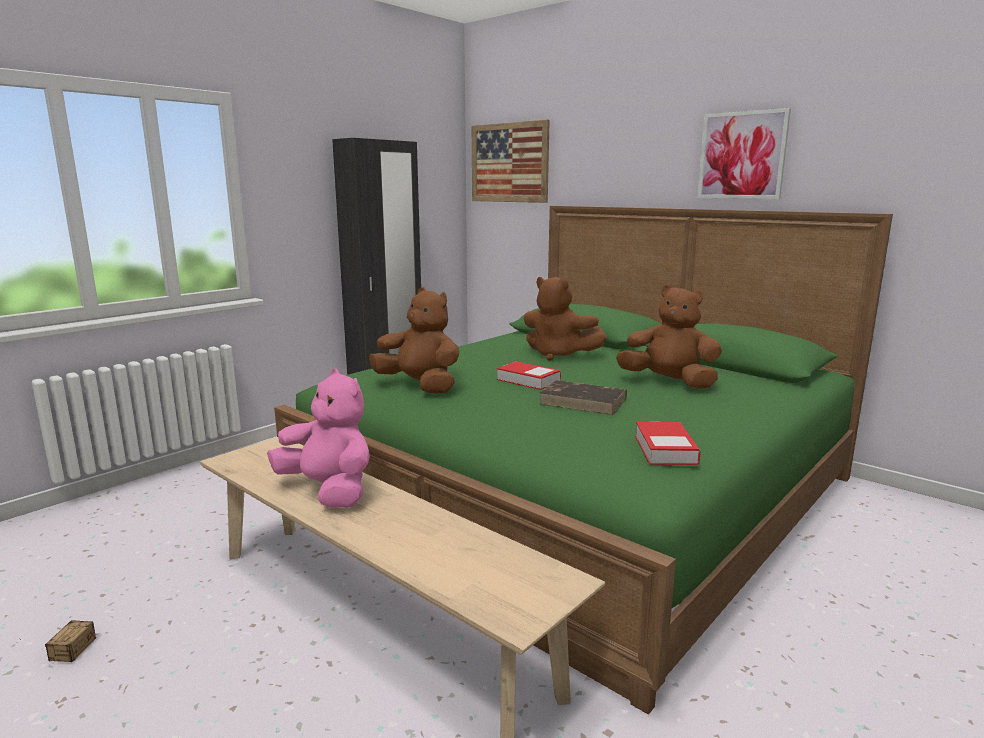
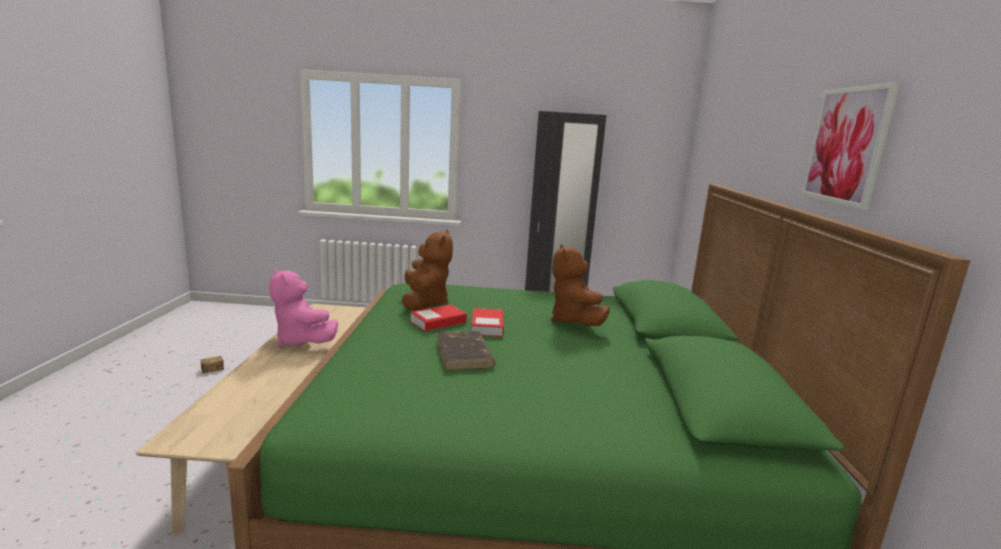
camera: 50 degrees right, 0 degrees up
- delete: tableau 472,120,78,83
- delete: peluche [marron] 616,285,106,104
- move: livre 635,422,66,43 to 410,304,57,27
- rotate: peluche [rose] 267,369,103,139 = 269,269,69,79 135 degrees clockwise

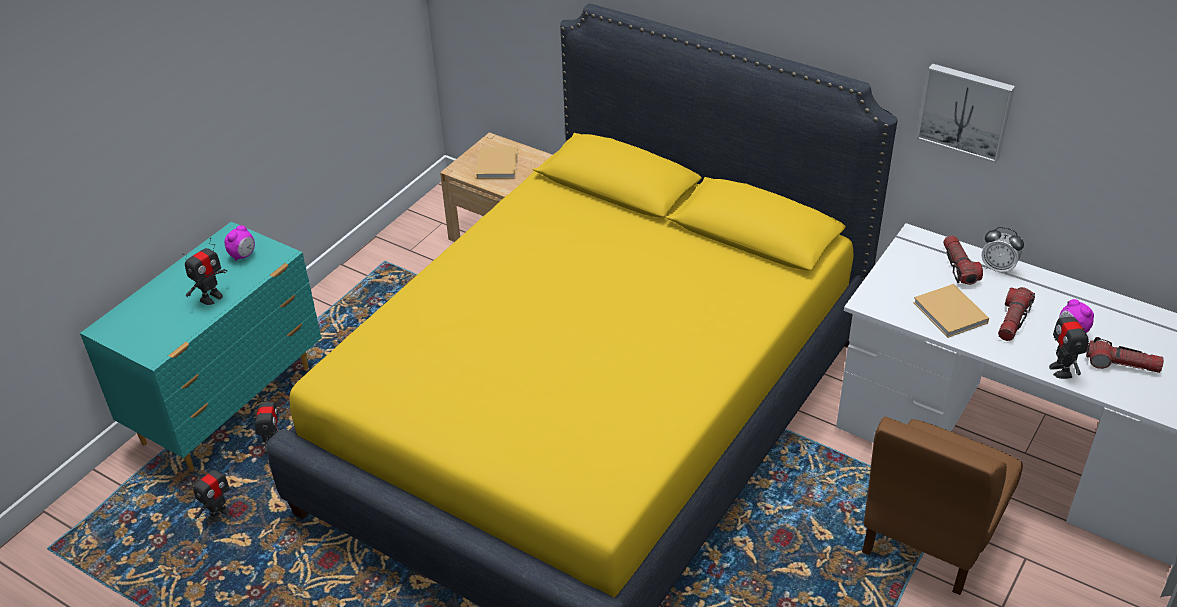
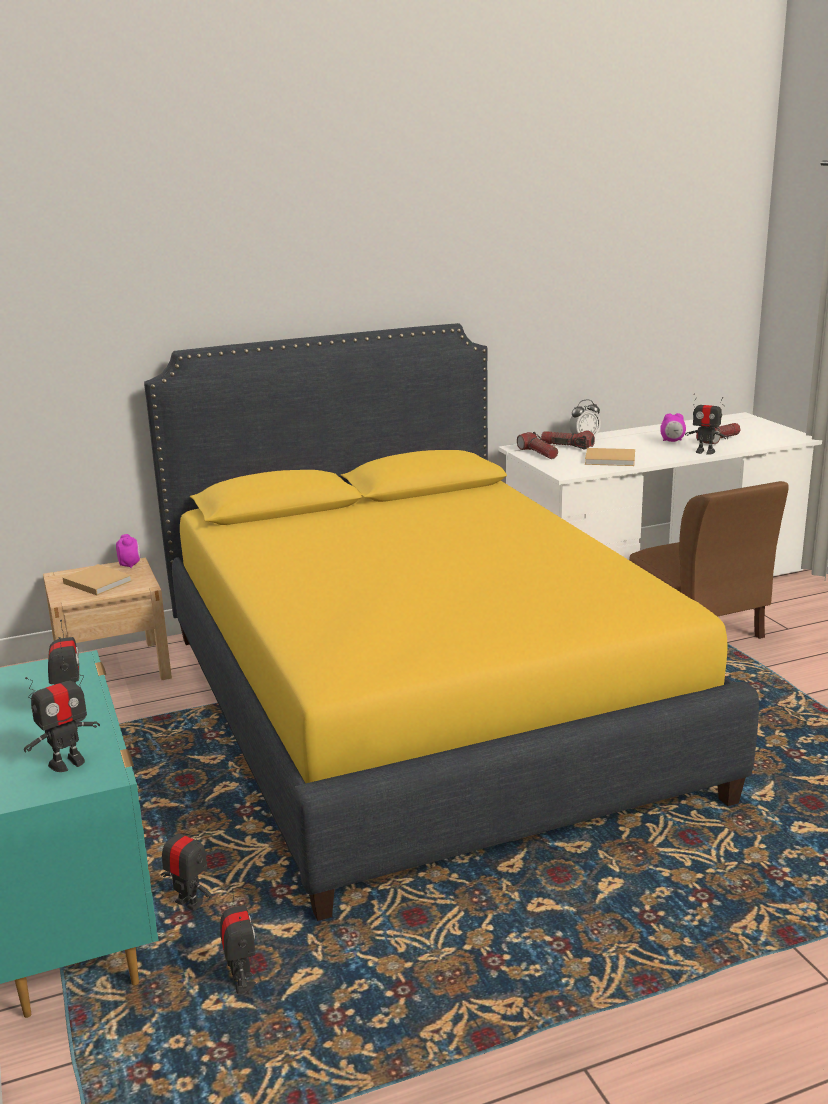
camera: 55 degrees left, 20 degrees down
- delete: tableau 917,63,98,100
- insert: robot jouet 24,663,76,109
- move: réveil 224,225,31,36 to 116,534,24,34
- move: lampe de poche 998,287,37,54 to 517,432,41,27

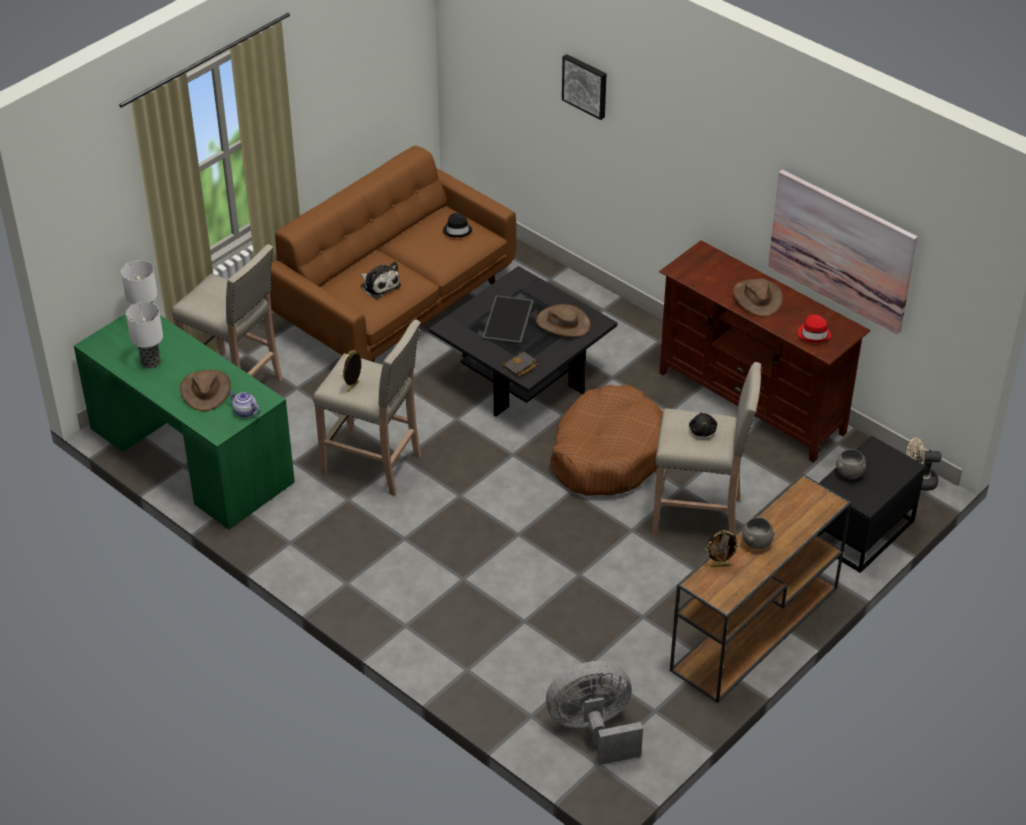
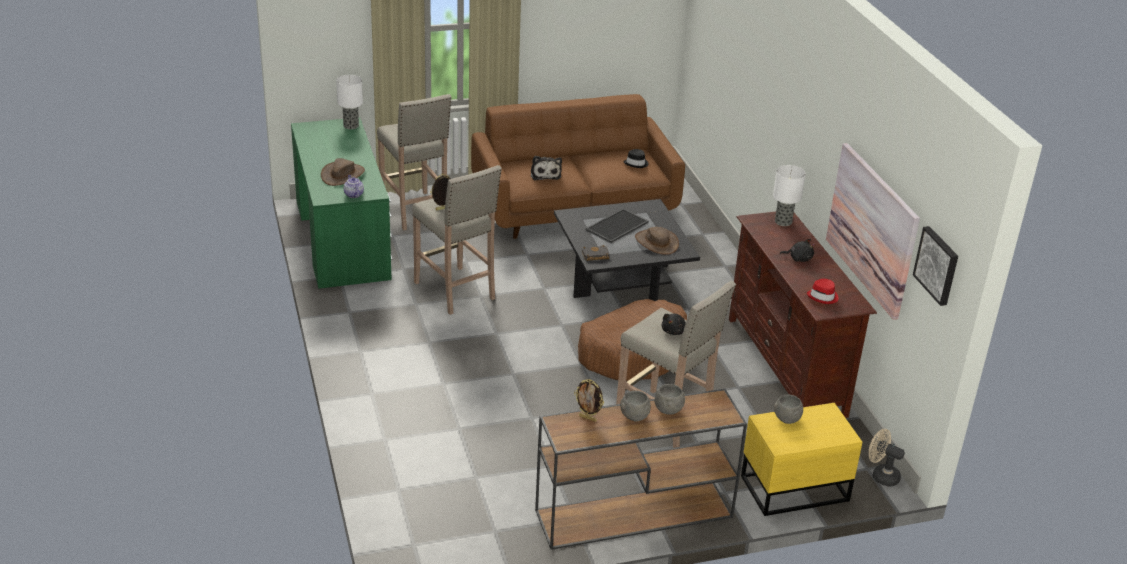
camera: 30 degrees right, 10 degrees down
- delete: ventilateur [gris] 546,661,97,104
- insert: bol [gris] 655,384,30,31
- move: lampe de table 126,302,37,66 to 773,165,33,61
- move: tableau 562,54,44,66 to 913,226,45,80
- replace: chapeau [marron] 733,279,50,38 to peluche [noir] 780,239,35,23
- recolor: table de chevet [noir] 818,436,108,137 to table de chevet [jaune] 741,403,122,113

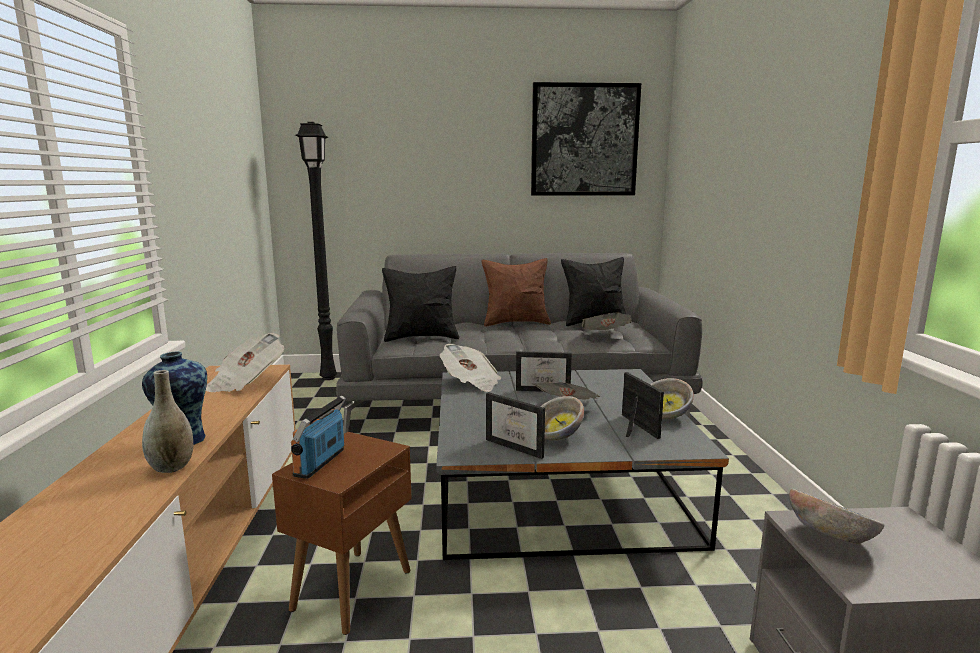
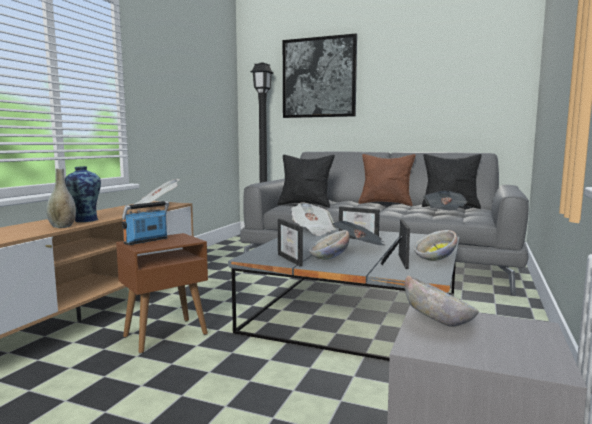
camera: 25 degrees right, 5 degrees down
- move: tableau 531,82,110,114 to 283,34,74,84

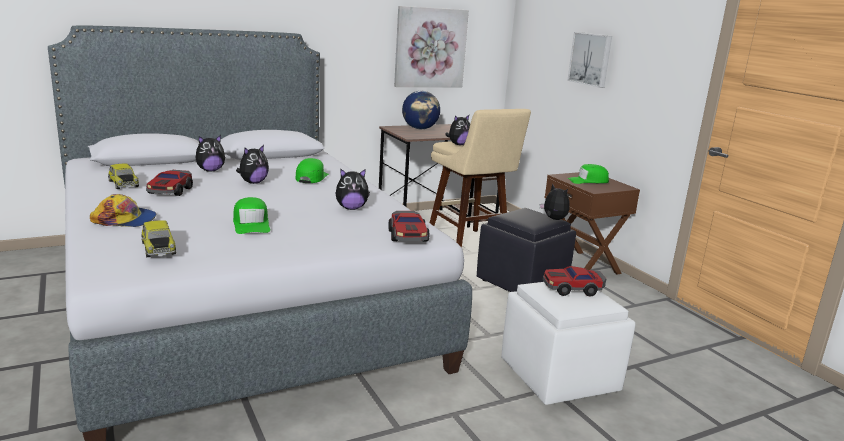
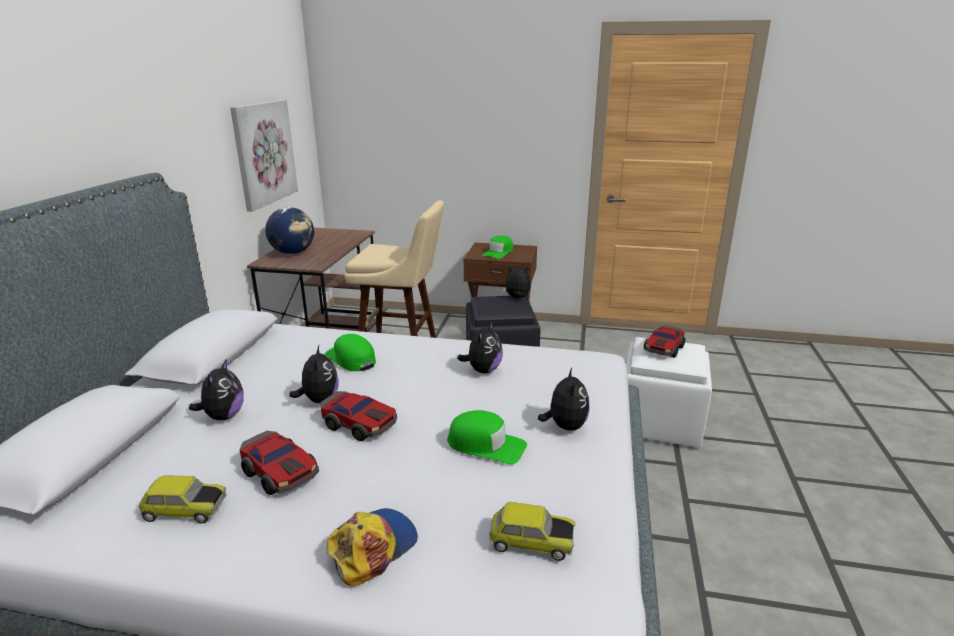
camera: 50 degrees left, 5 degrees up
- delete: tableau 567,32,45,56
- move: petite voiture 388,211,41,31 to 321,391,76,50
- move: peluche 445,115,25,30 to 538,368,52,63

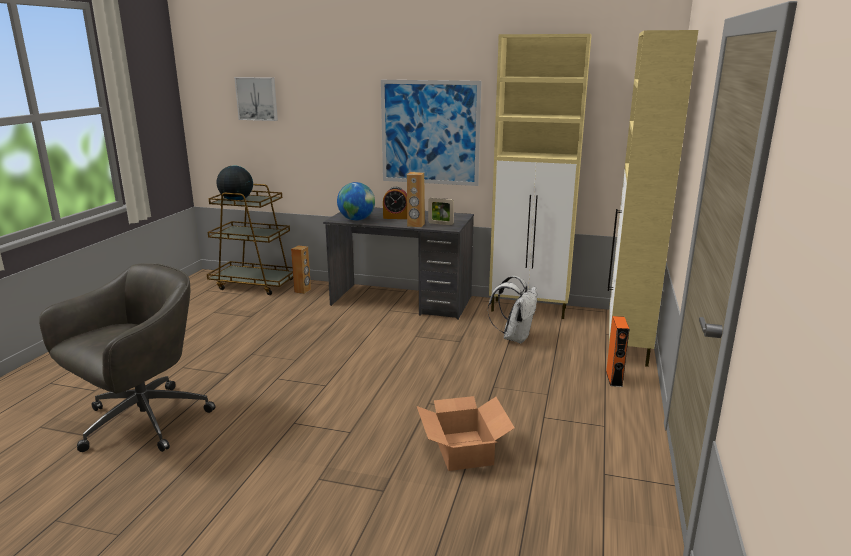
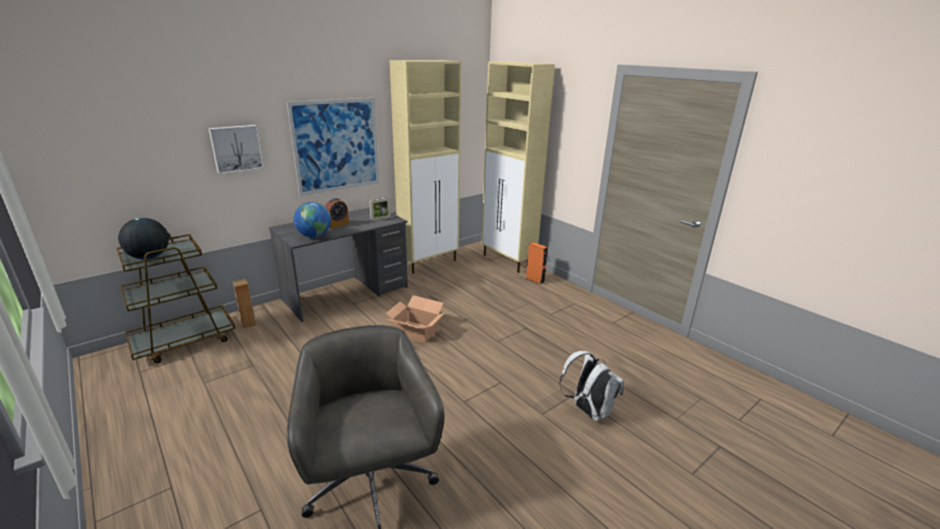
camera: 55 degrees left, 5 degrees up
- delete: enceinte [marron] 407,172,18,55
- move: tableau 234,77,44,44 to 208,125,56,49
- move: carton 417,396,98,75 to 385,295,60,48
- move: sac à dos [blanc] 488,276,49,68 to 559,351,65,70

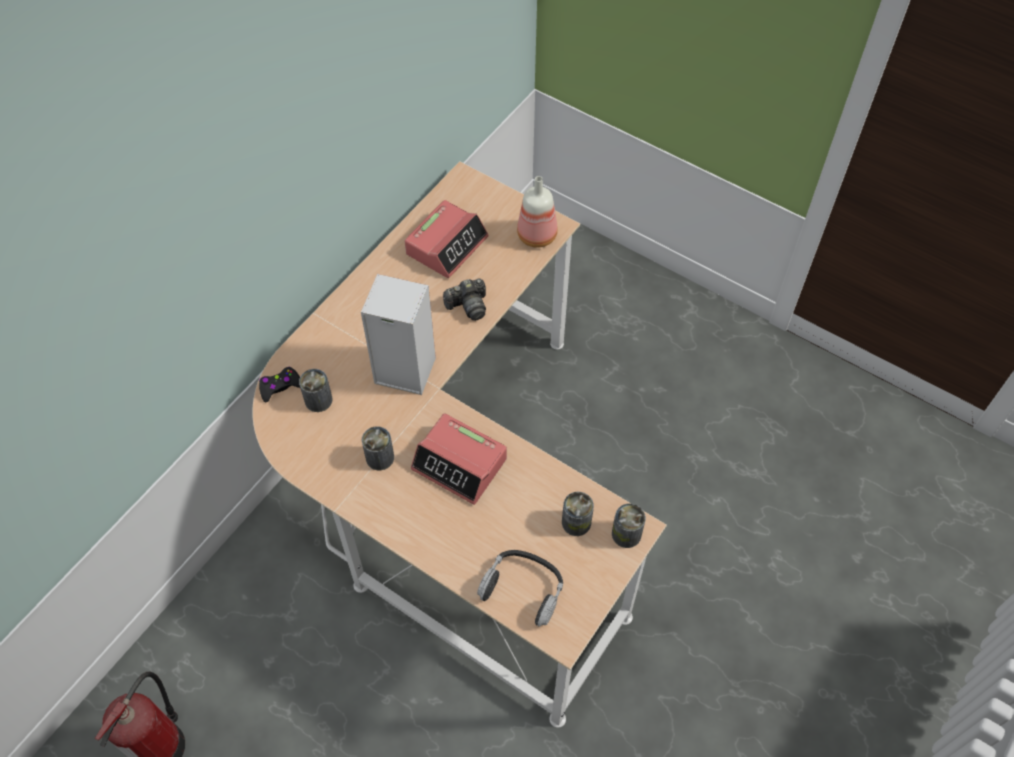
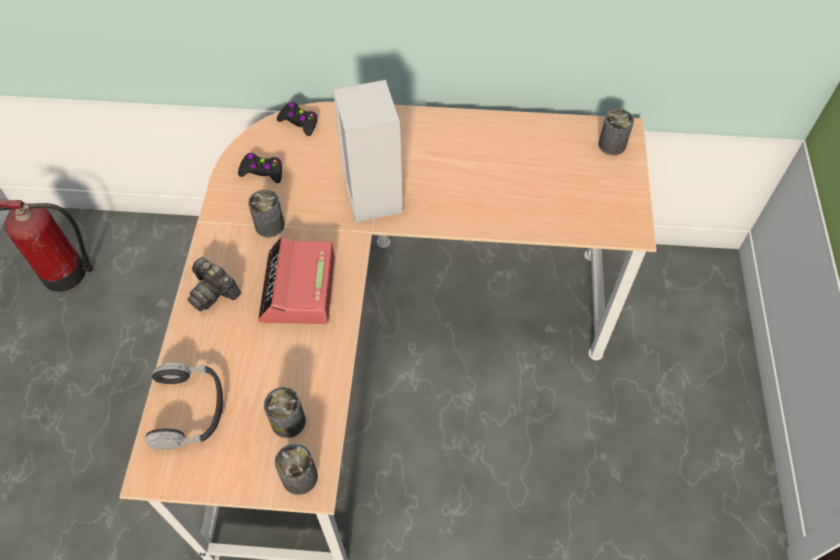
camera: 60 degrees right, 0 degrees up
- delete: réveil 405,200,84,78
- delete: bouteille 517,176,41,72
- insert: manette [noir] 238,153,44,30
- move: boîte métallique 299,369,34,43 to 598,109,36,46
- move: appareil photo 443,279,43,42 to 187,257,54,54

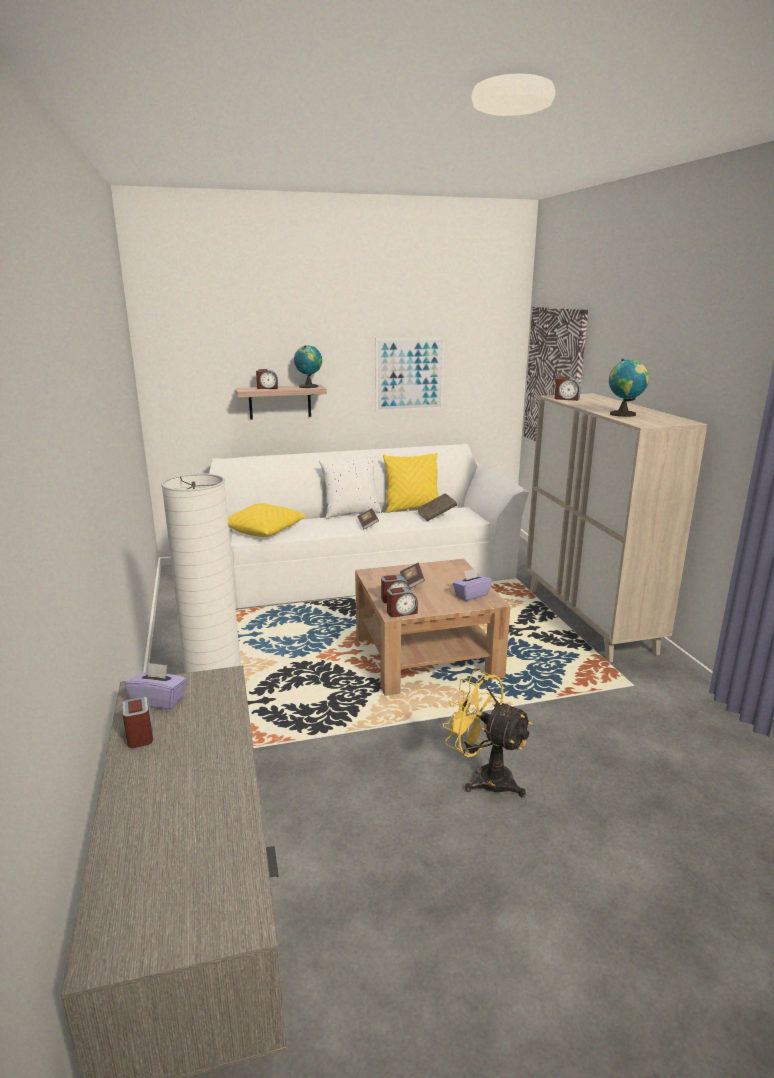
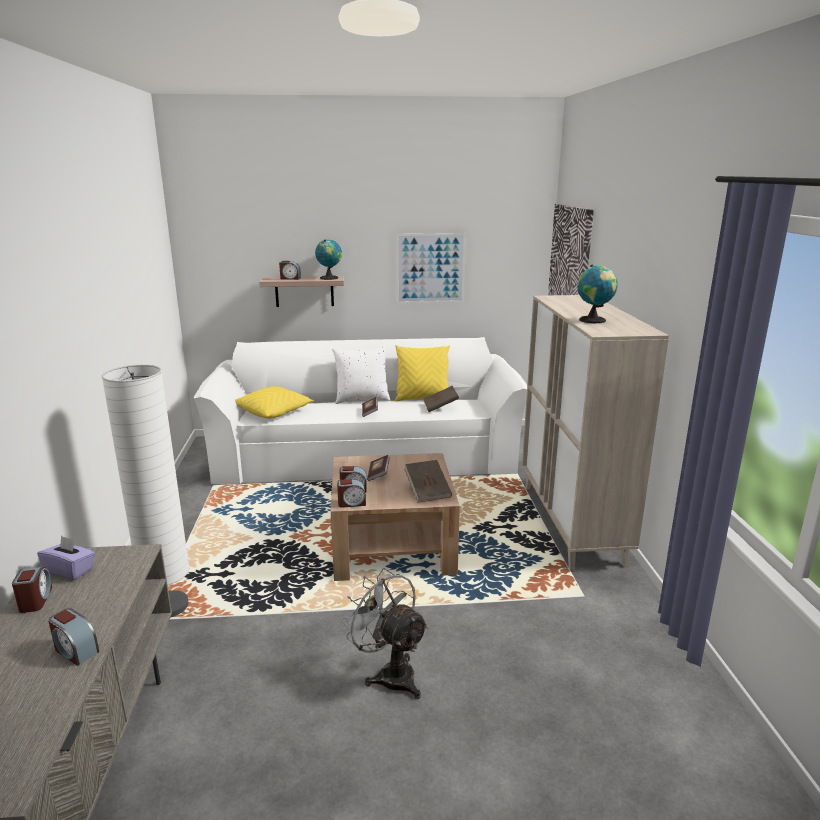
camera: 10 degrees right, 0 degrees up
- move: réveil 554,377,27,24 to 48,608,51,58
- replace: boîte à mouchoirs [violet] 452,568,40,33 to livre [marron] 404,460,48,43
- recolor: ventilateur [jaune] 442,669,90,129 to ventilateur [gris] 341,568,88,131

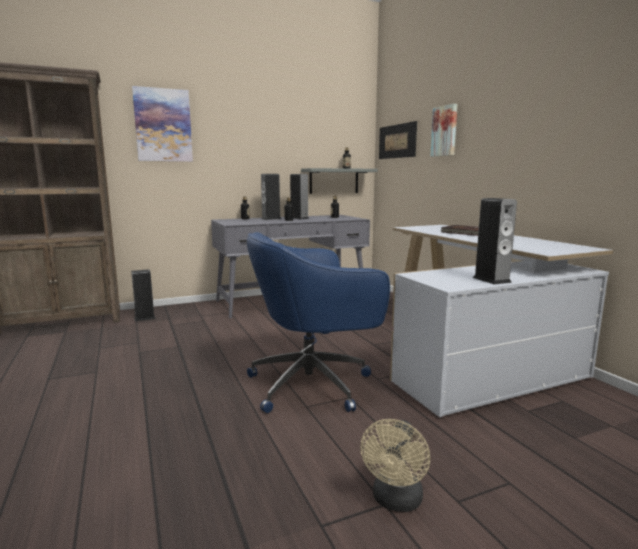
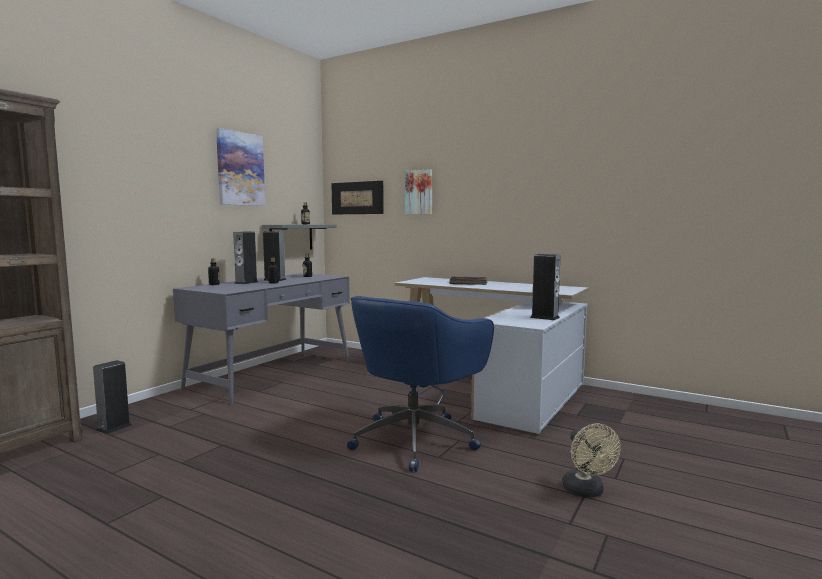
camera: 35 degrees left, 5 degrees down
- move: tableau 132,86,61,76 to 216,128,49,78

